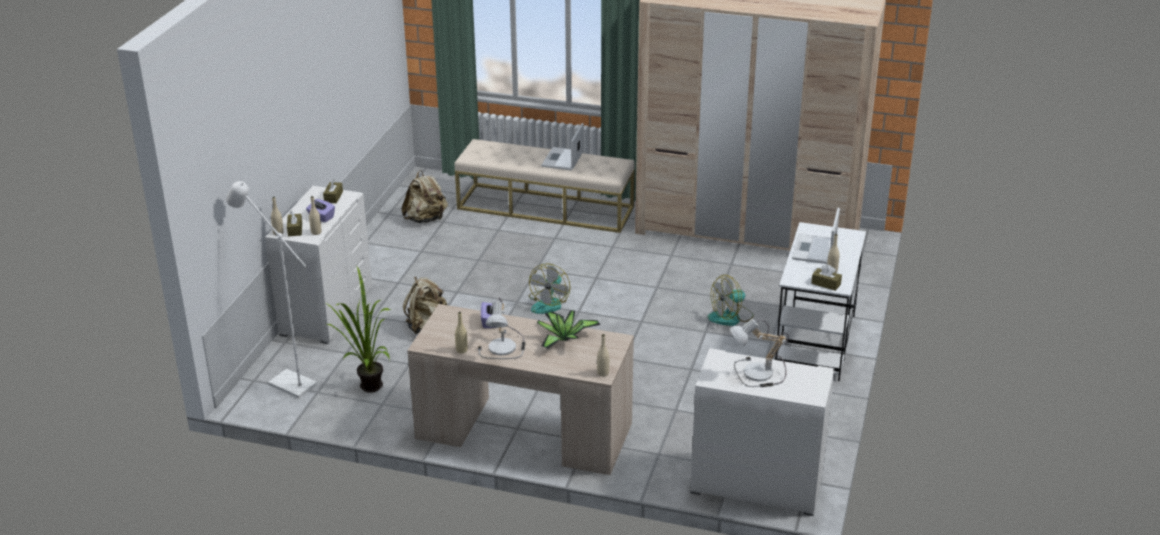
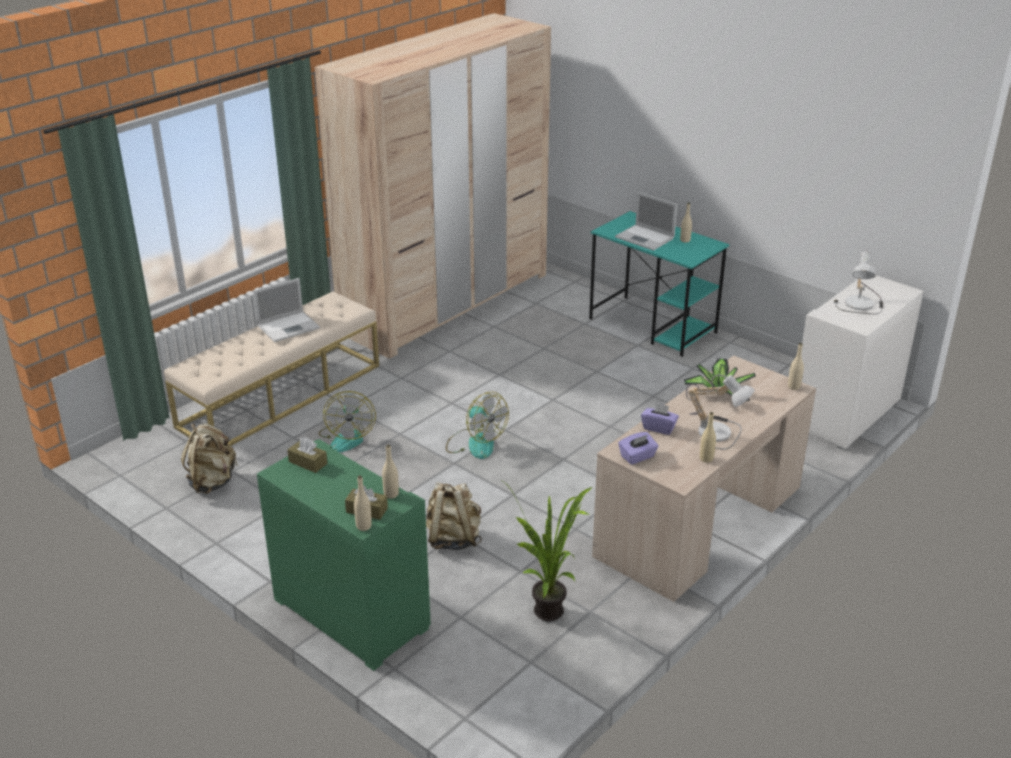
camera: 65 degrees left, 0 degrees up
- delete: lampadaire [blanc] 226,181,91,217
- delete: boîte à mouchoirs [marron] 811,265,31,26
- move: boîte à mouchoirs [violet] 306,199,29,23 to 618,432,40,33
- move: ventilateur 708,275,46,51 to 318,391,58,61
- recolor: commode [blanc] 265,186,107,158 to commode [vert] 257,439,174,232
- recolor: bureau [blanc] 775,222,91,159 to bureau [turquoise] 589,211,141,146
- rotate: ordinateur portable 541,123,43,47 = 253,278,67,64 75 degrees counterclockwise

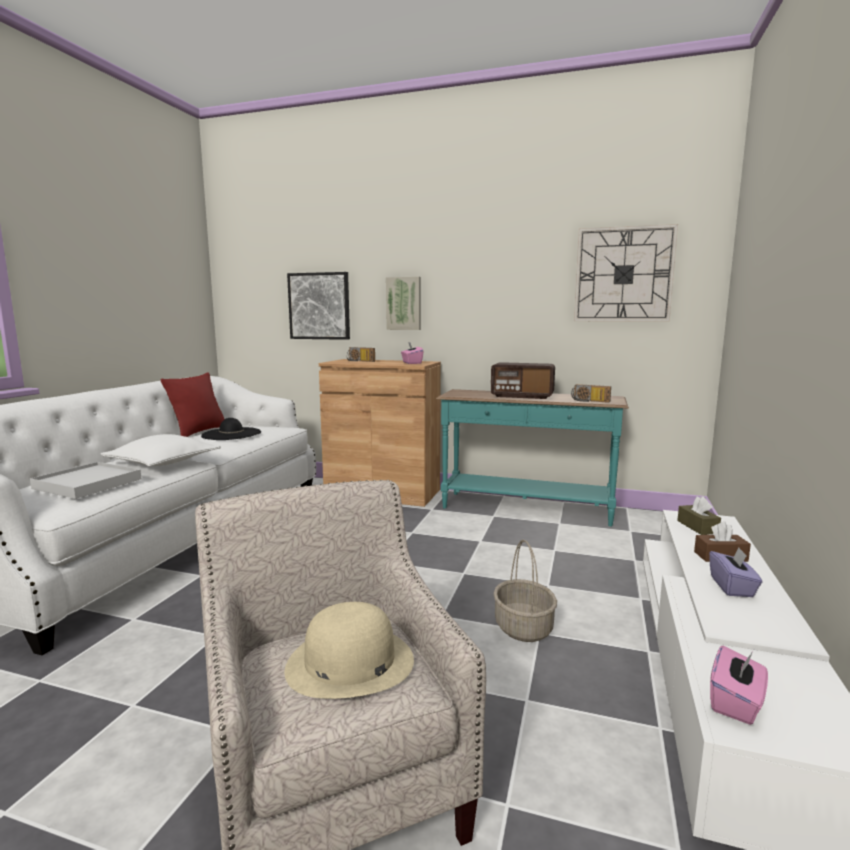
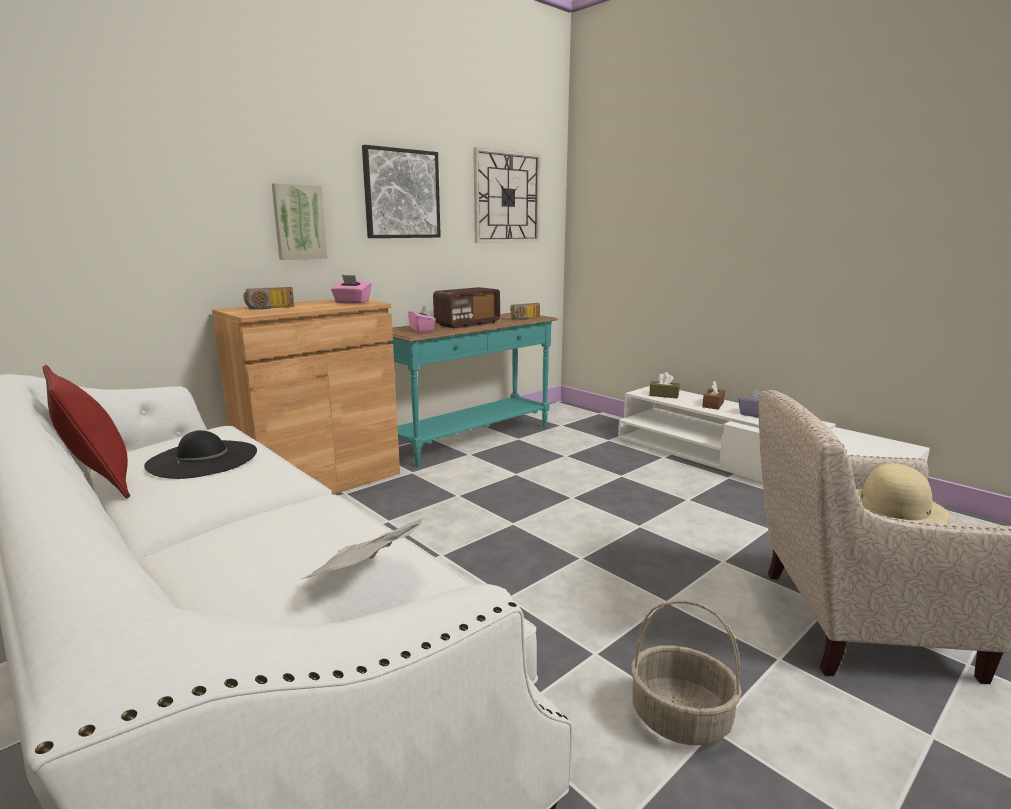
camera: 60 degrees left, 5 degrees up
- delete: coussin [blanc] 101,434,120,32
- move: tableau 287,272,63,68 to 362,145,79,93
- move: panier 493,540,64,102 to 631,601,111,144
- move: boîte à mouchoirs [rose] 710,646,58,79 to 408,305,28,27
- replace: plateau [blanc] 30,462,111,37 to journal 300,516,128,64

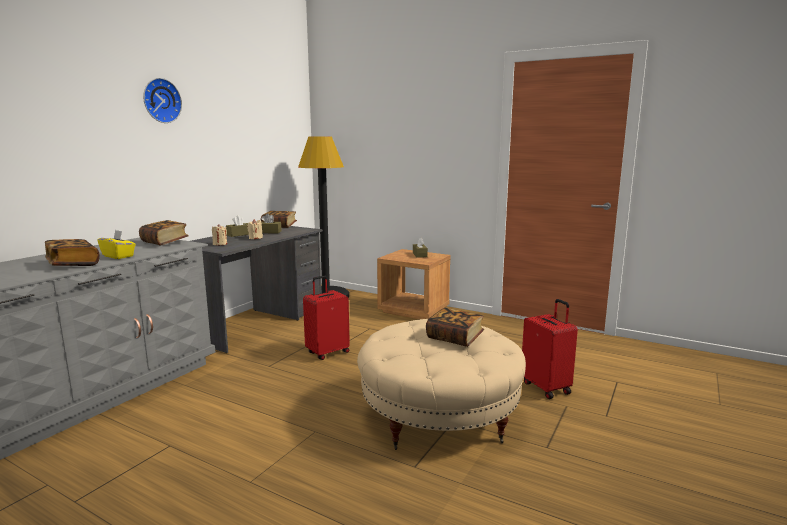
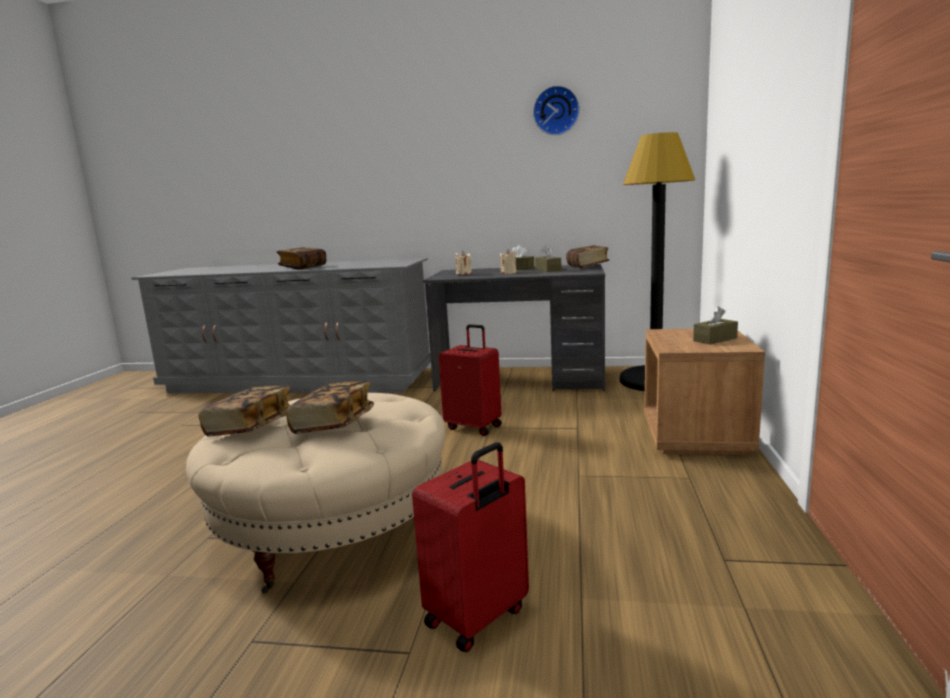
camera: 70 degrees right, 0 degrees up
- delete: boîte à mouchoirs [jaune] 98,230,38,29
- move: livre 139,220,50,26 to 198,386,93,51
- move: horloge murale 143,78,39,45 to 533,86,47,49

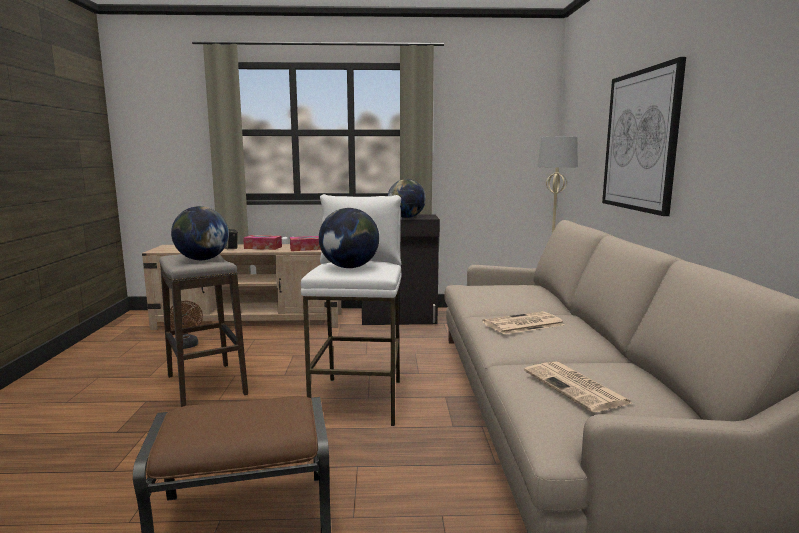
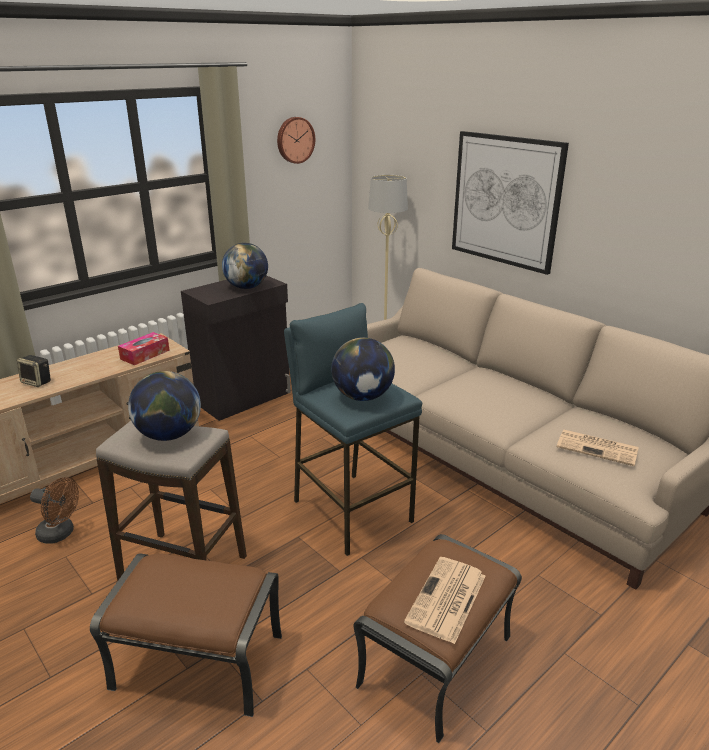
camera: 40 degrees left, 15 degrees up
- delete: boîte à mouchoirs 243,235,39,15
- insert: pouf [marron] 90,553,192,164
- insert: horloge murale 277,117,38,47
- move: journal 482,311,82,23 to 404,557,82,87
- recolor: tabouret [blanc] 301,194,101,232 to tabouret [bleu] 284,303,138,253

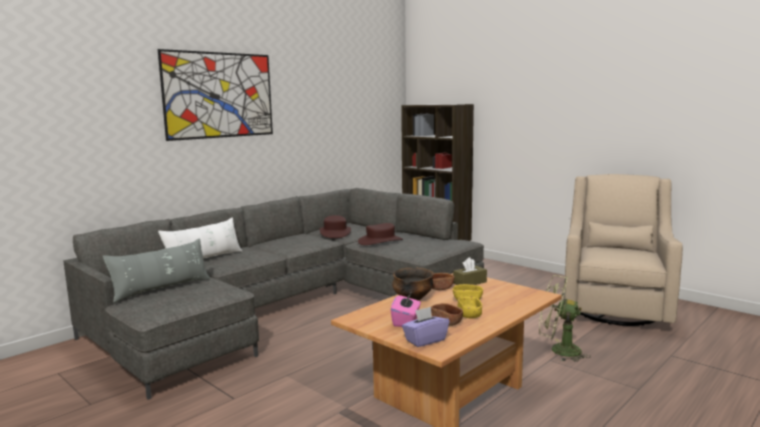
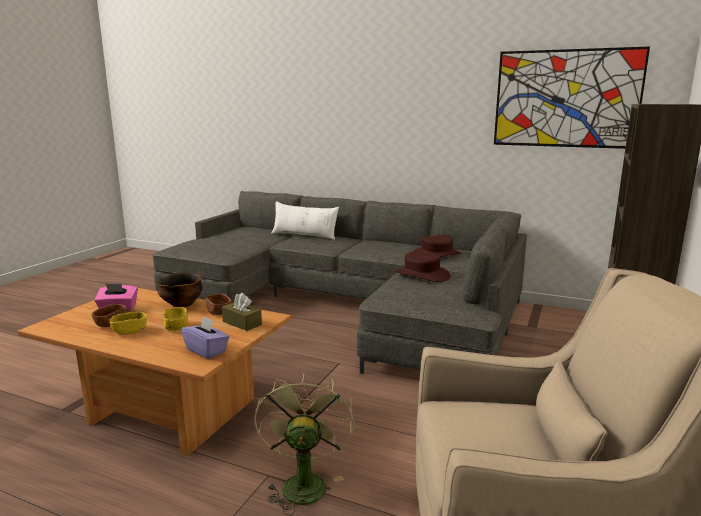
camera: 70 degrees right, 5 degrees up
- delete: coussin [gris] 103,238,107,65
- move: tableau 158,49,115,92 to 494,46,156,103
- move: boîte à mouchoirs [violet] 402,307,48,40 to 181,316,48,43

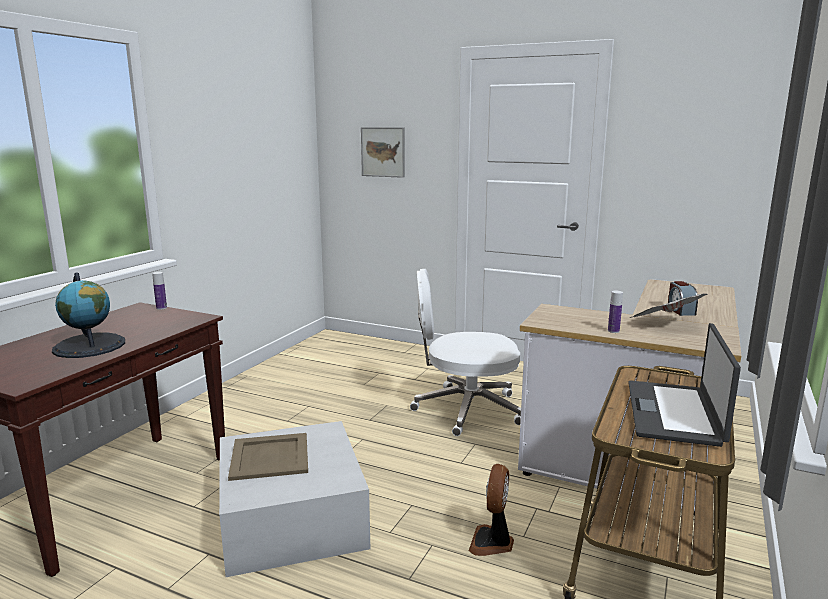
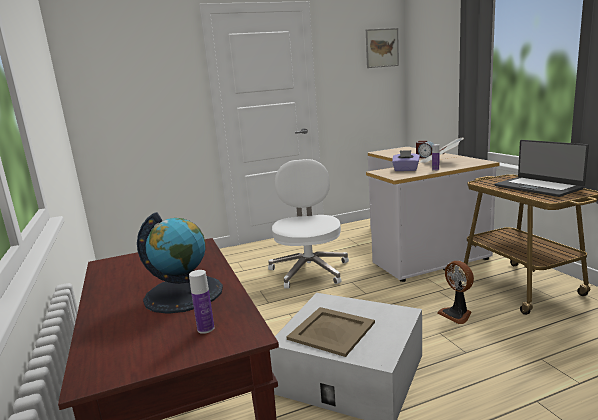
camera: 45 degrees left, 0 degrees up
- insert: boîte à mouchoirs [violet] 392,150,28,21
- move: bouteille 152,272,15,38 to 189,270,25,64
- move: tableau 361,127,44,51 to 366,28,33,40
- rotate: chaise de bureau [blanc] 410,269,111,167 = 268,159,81,129 135 degrees clockwise

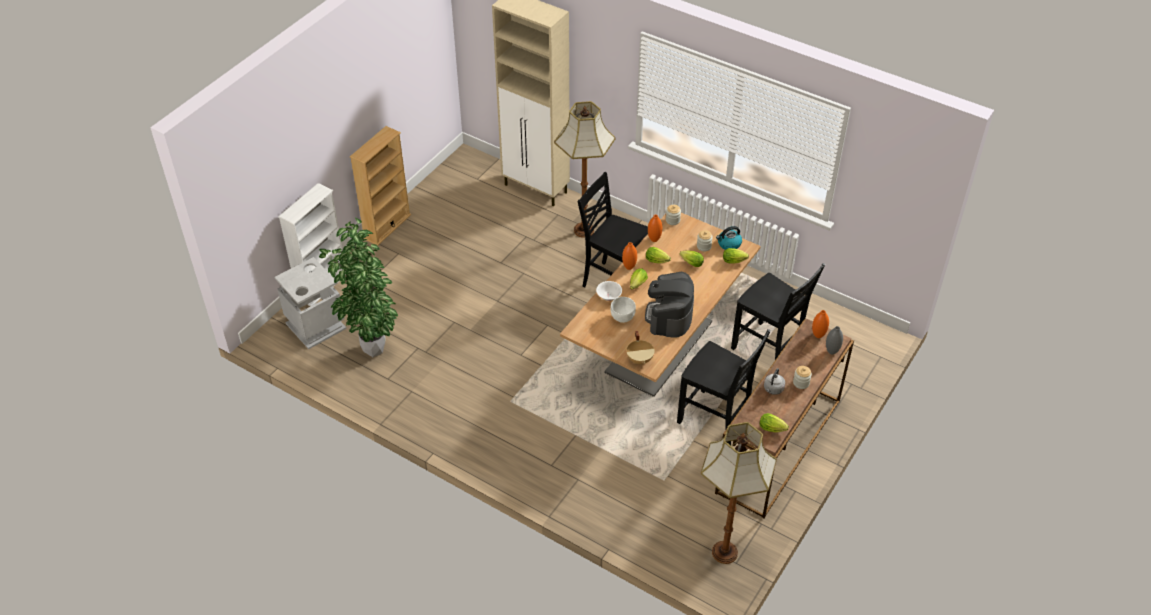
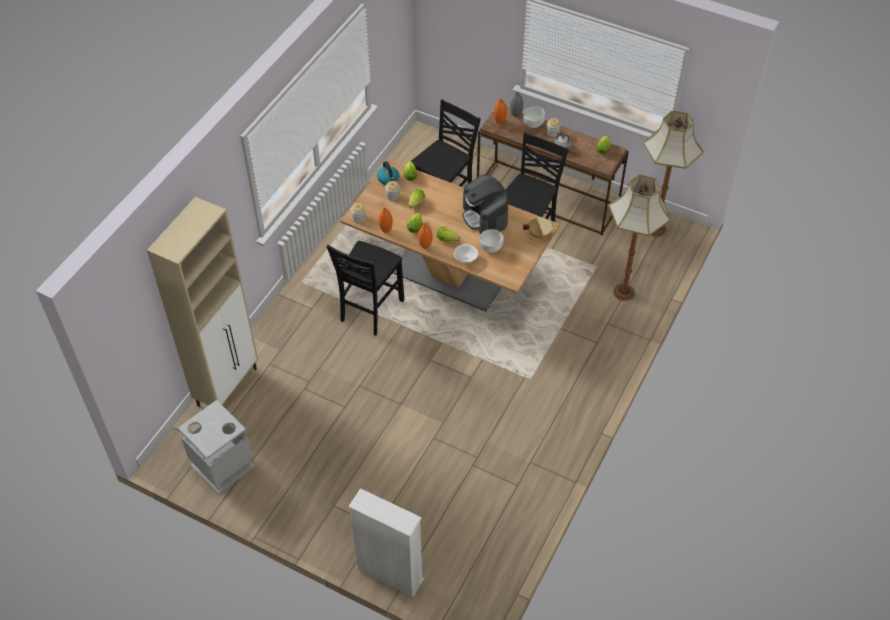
camera: 95 degrees left, 5 degrees up
- delete: plante en pot 319,218,79,139
- delete: bibliothèque [beige] 350,126,61,120
- insert: bol [blanc] 523,106,22,22
- move: poubelle [gris] 274,257,73,92 to 178,400,77,95
- move: lampadaire 554,101,61,137 to 609,174,62,127
- rotate: machine à café 645,272,49,66 = 462,175,46,60 60 degrees clockwise

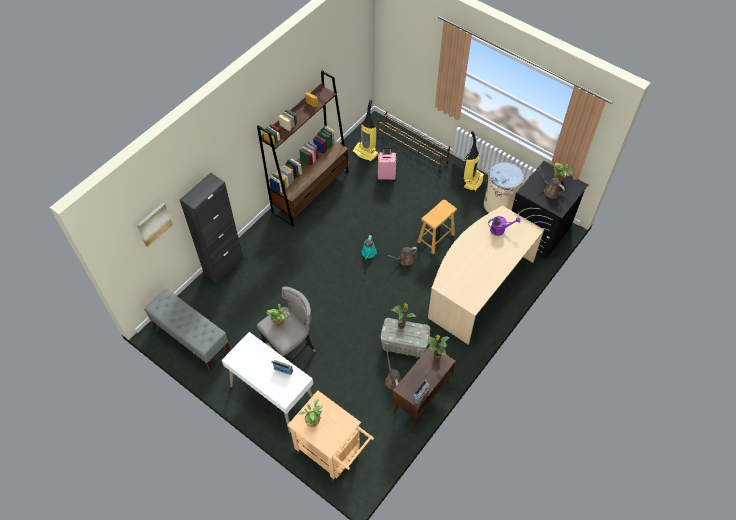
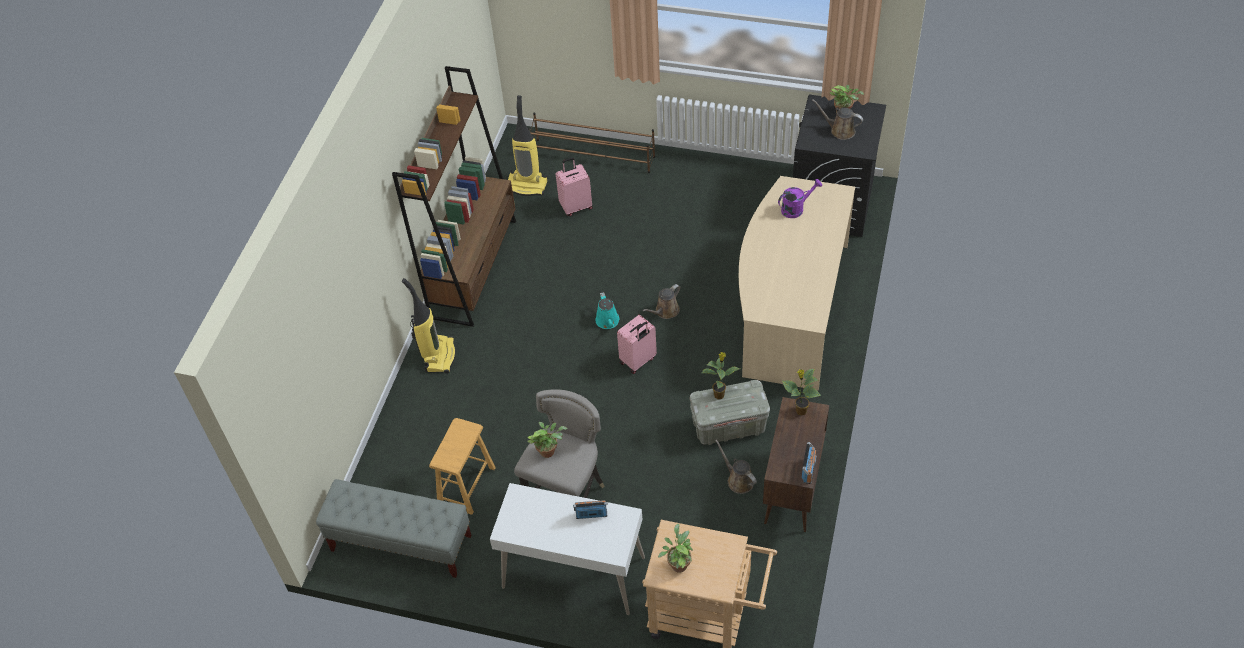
camera: 20 degrees left, 5 degrees down
- delete: tableau 137,203,36,44
- delete: meuble de rangement [noir] 180,173,63,110
- delete: poubelle [beige] 483,162,41,52
- insert: valise [rose] 617,315,40,59
- move: tabouret [marron] 417,200,40,54 to 429,418,67,97
- move: aspirateur 463,131,21,61 to 402,278,54,96

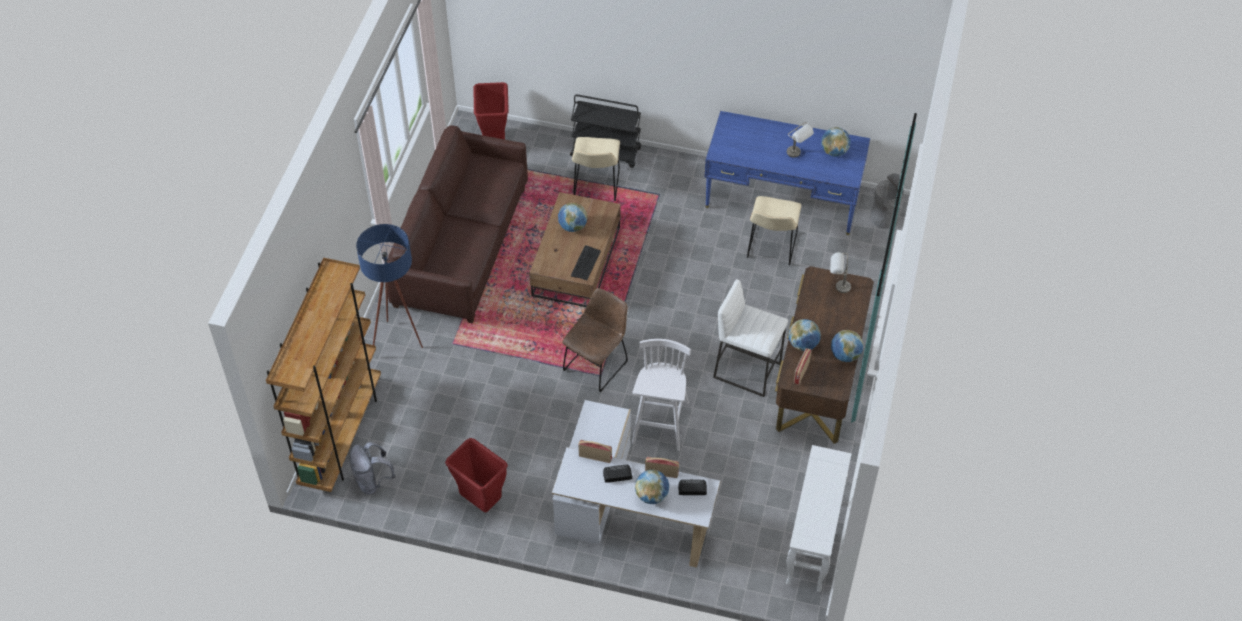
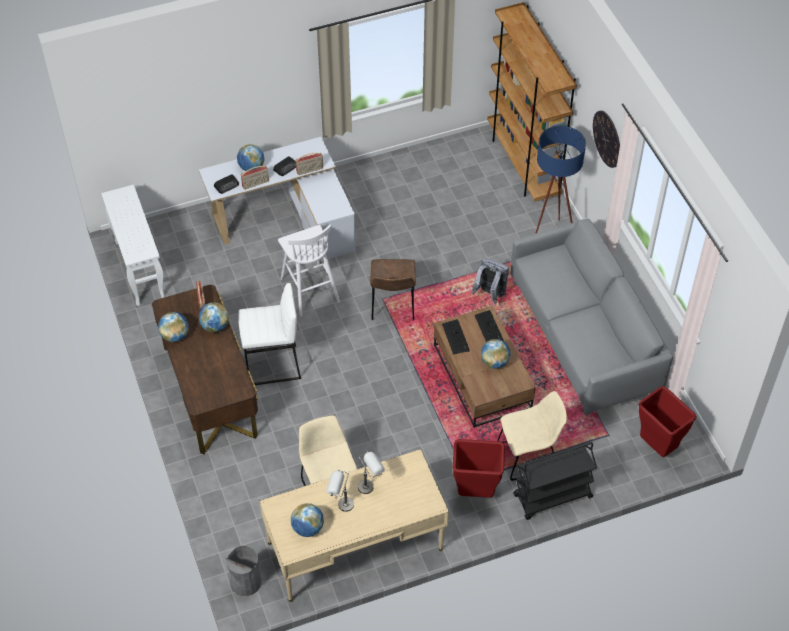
camera: 145 degrees right, 0 degrees up
- insert: clavier 475,310,28,32
- insert: horloge murale 593,111,27,57
- move: sac à dos [gris] 350,442,46,52 to 471,259,38,44
- move: poubelle [rouge] 445,438,63,75 to 453,439,52,59
- move: lampe de table [gris] 830,252,21,41 to 358,451,27,43
- recolor: canapé [marron] 387,125,141,199 to canapé [gris] 510,219,163,196
- recolor: bureau [bleu] 705,111,165,124 to bureau [beige] 260,449,189,153
- rotate: chaise [beige] 572,137,48,64 = 497,391,71,90 105 degrees clockwise

